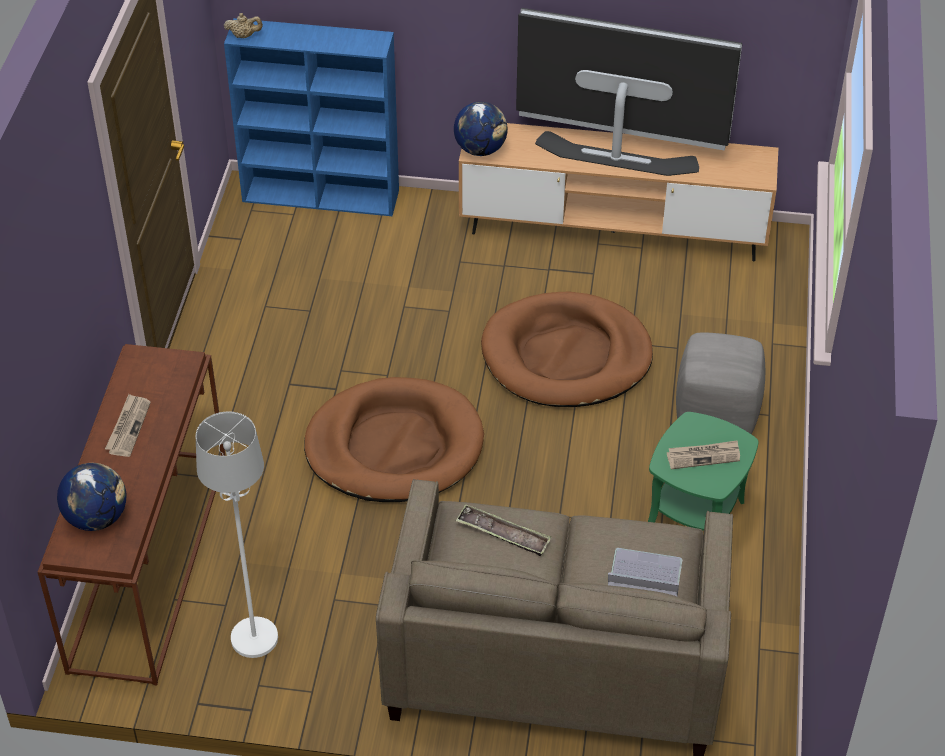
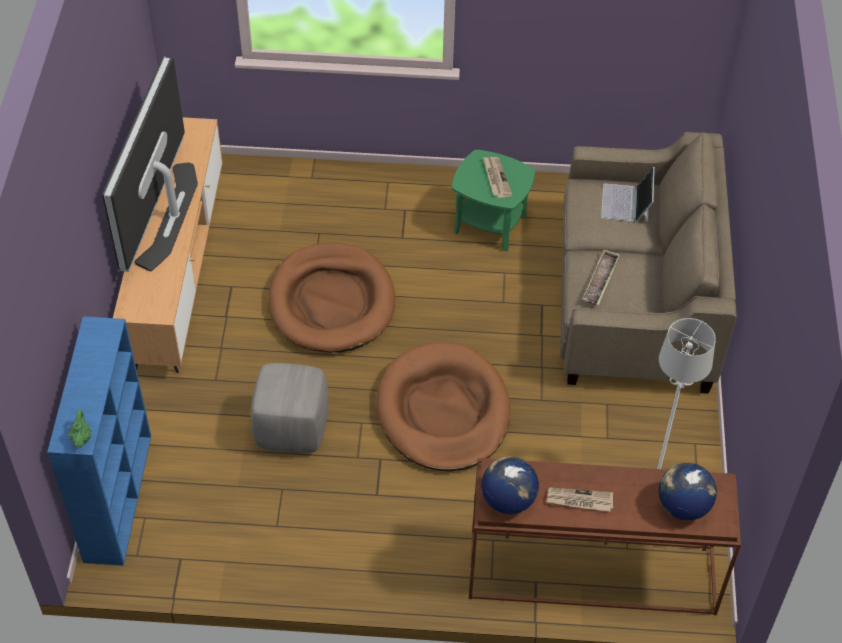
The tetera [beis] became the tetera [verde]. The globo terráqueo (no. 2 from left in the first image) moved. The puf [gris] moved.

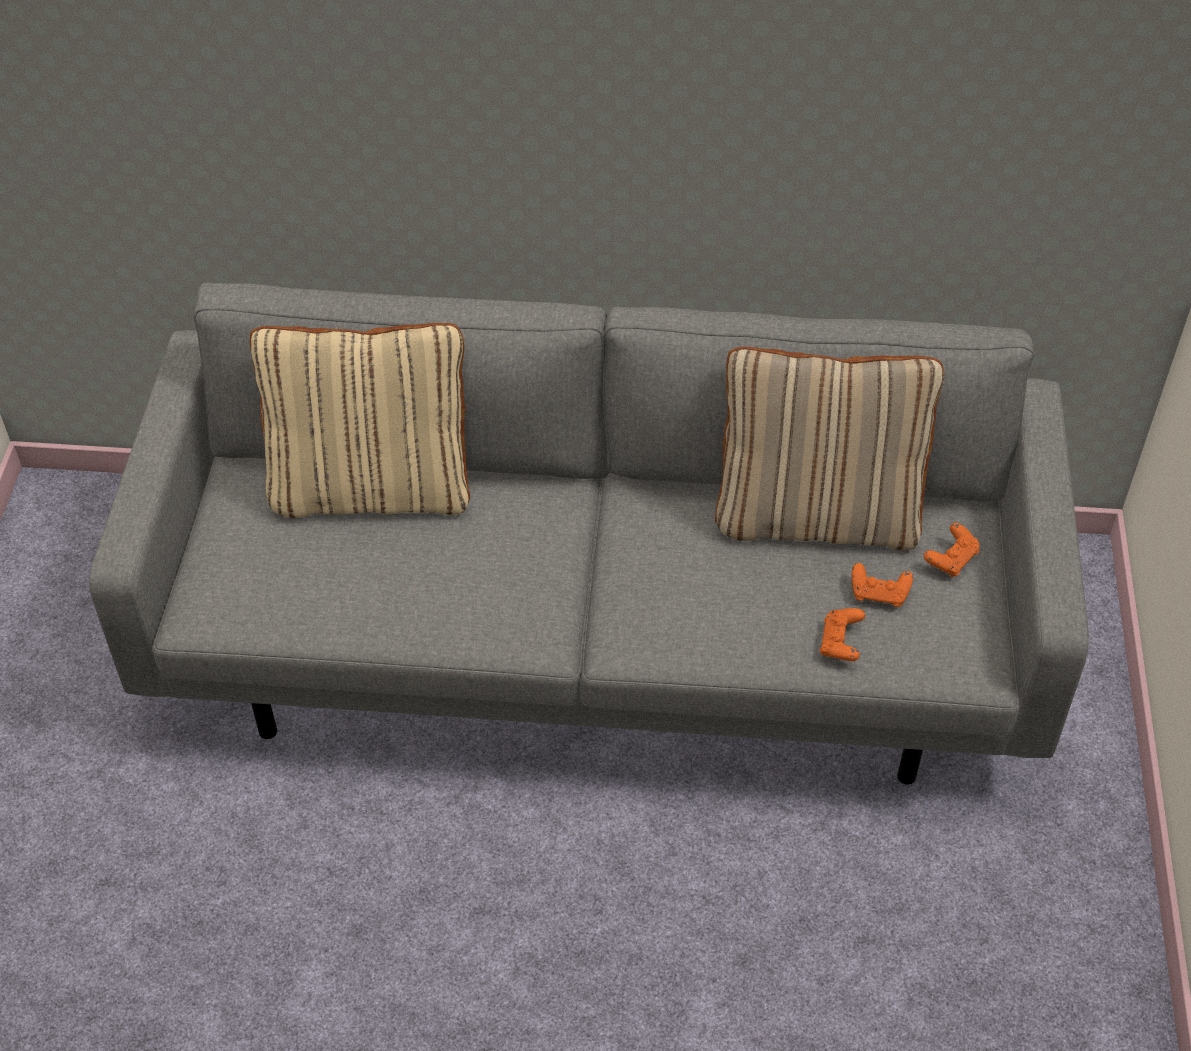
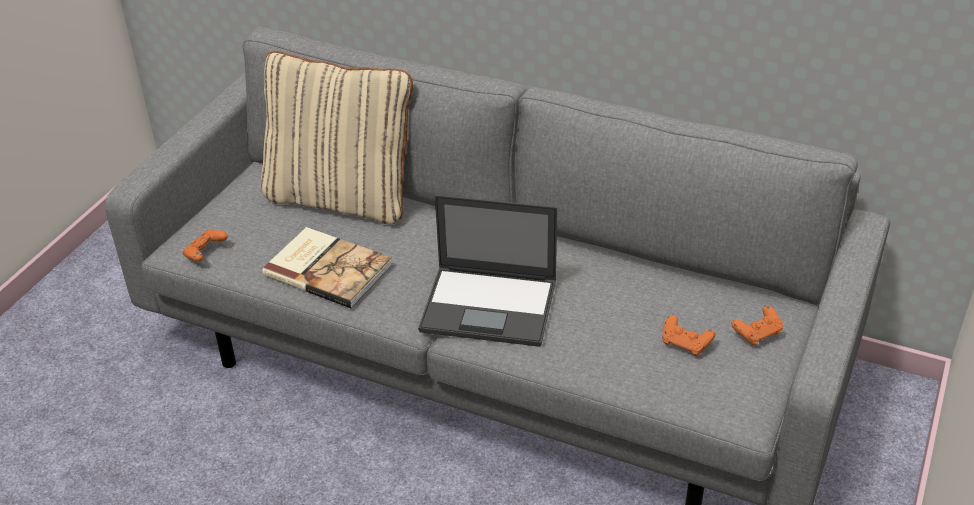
The cojín [beis] (no. 2 from left) disappeared. The mando de consola [naranja] (no. 1 from left) moved. The libro appeared. The portátil appeared.

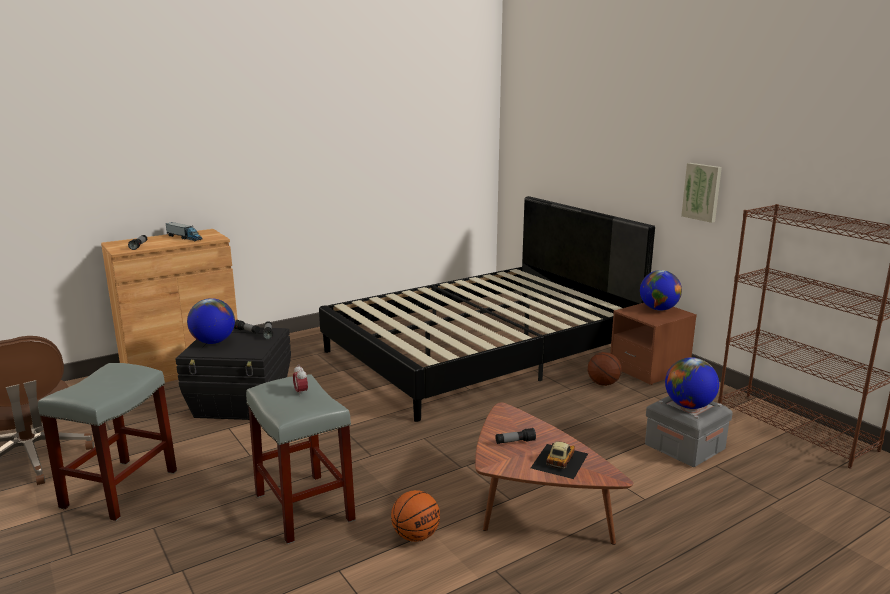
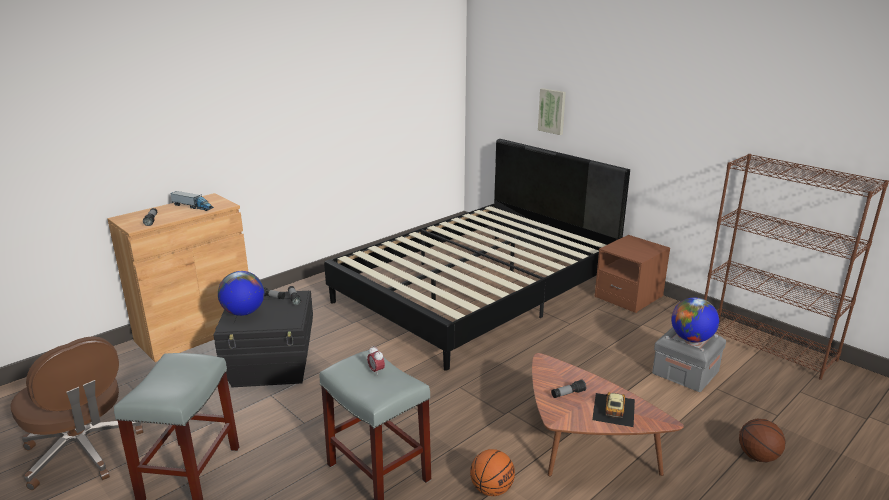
The balón de baloncesto (no. 2 from left) moved. The globo terráqueo (no. 2 from left) disappeared. The cuadro moved.

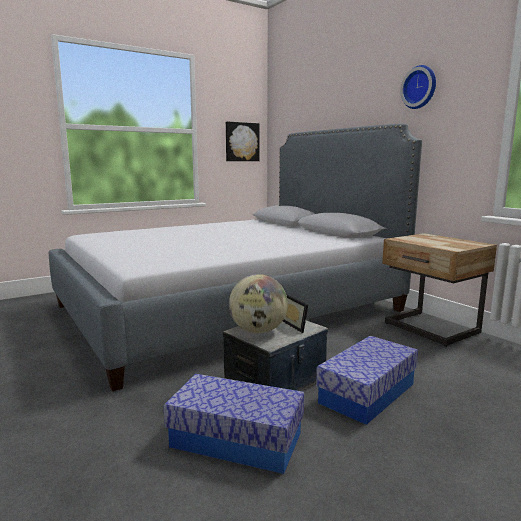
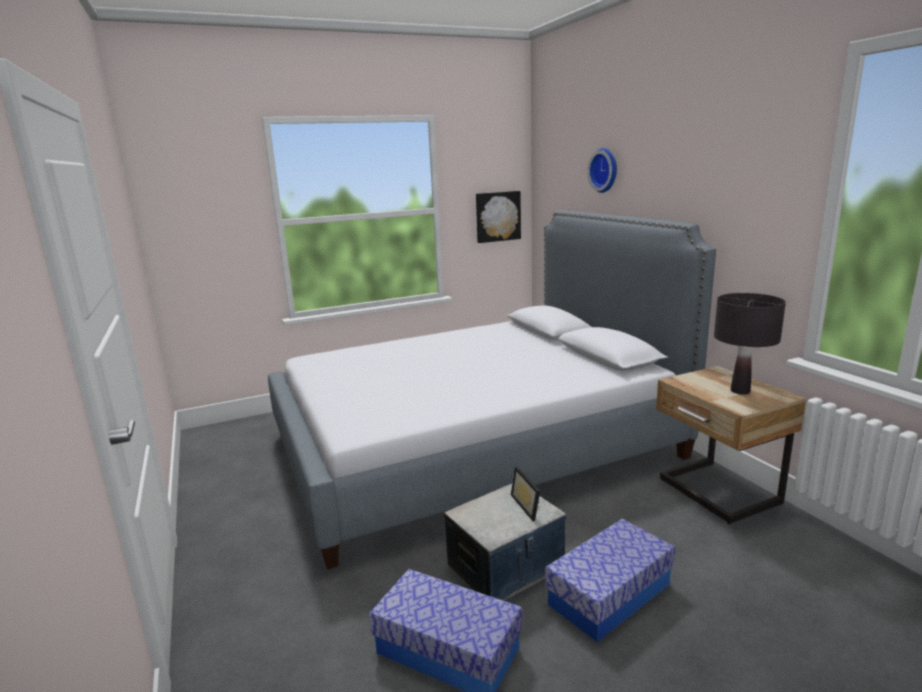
The globo terráqueo disappeared. The reloj de pared moved. The lámpara de mesa [negro] appeared.

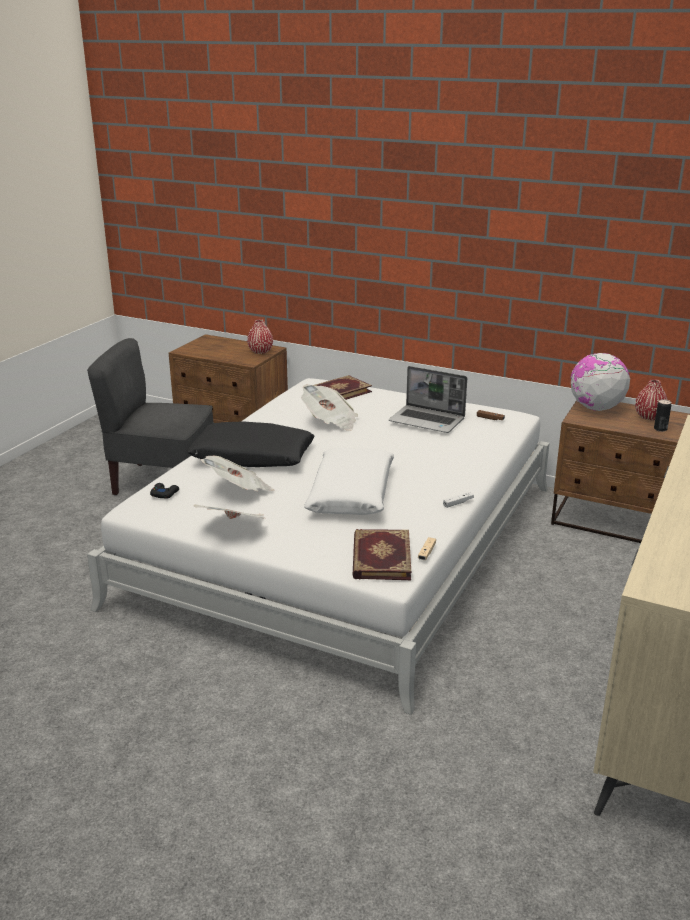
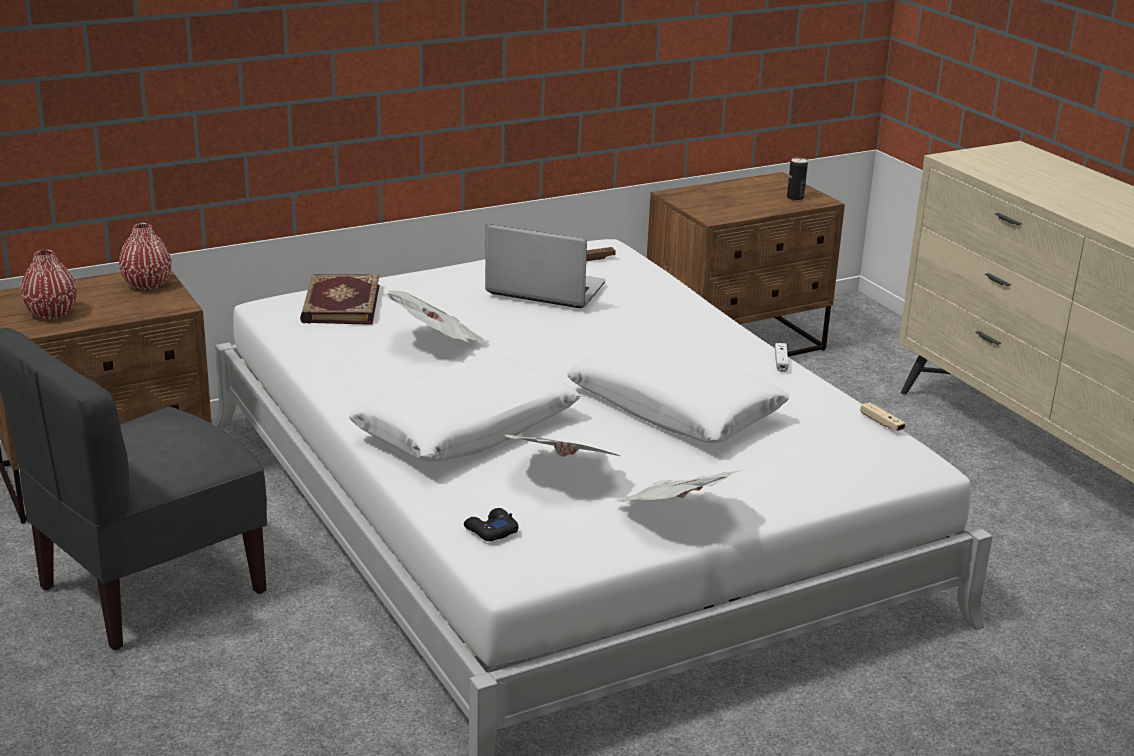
The cojín [negro] became the cojín [blanco] (no. 1 from left). The libro (no. 2 from left) disappeared. The portátil turned 135 degrees counterclockwise. The globo terráqueo disappeared. The florero [rojo] (no. 2 from left in the first image) moved.

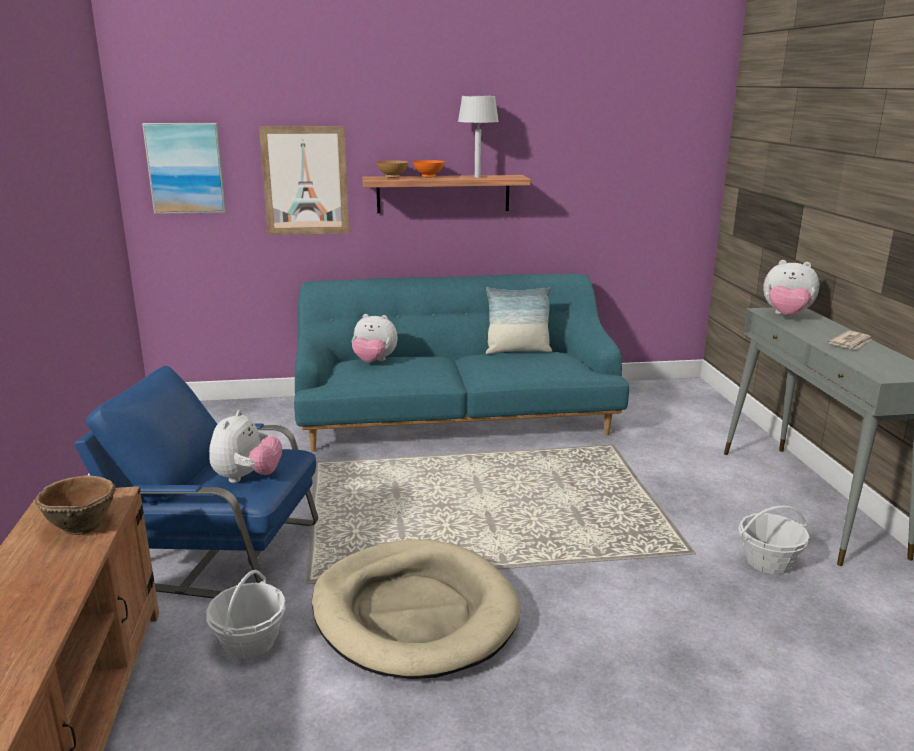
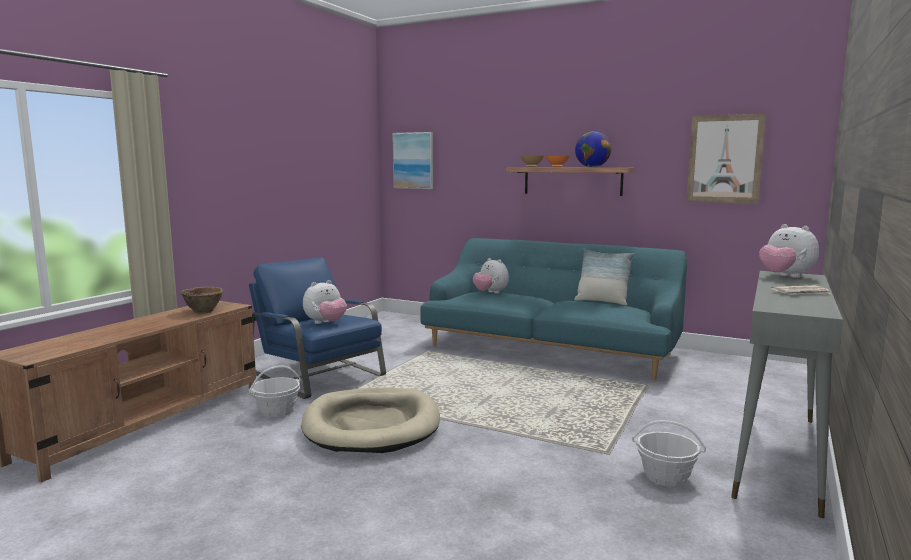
The cuadro (no. 2 from left) moved. The lámpara de mesa [gris] was replaced by the globo terráqueo.

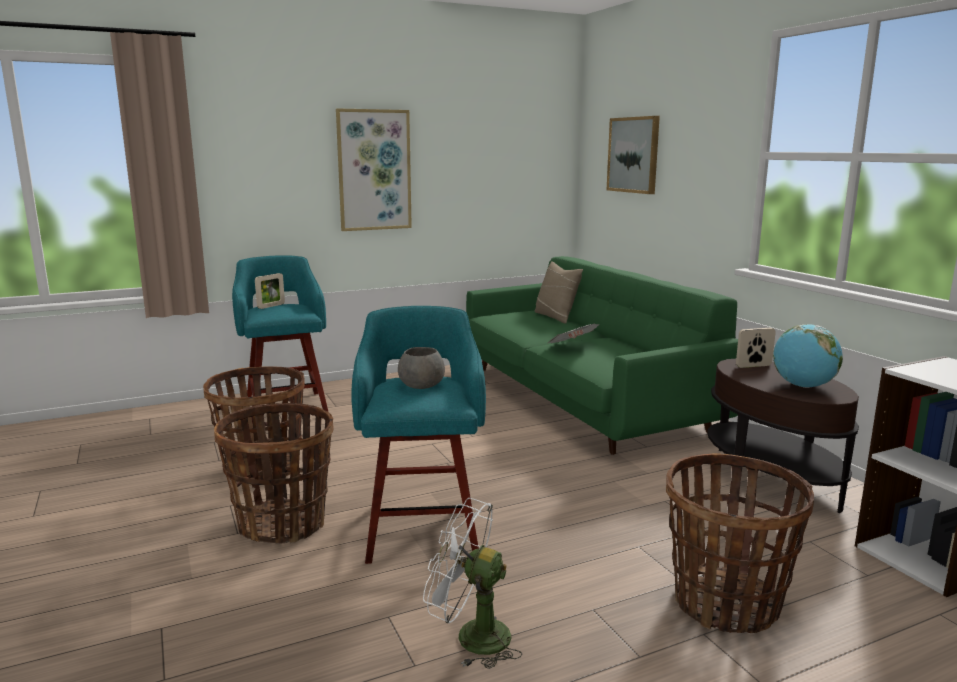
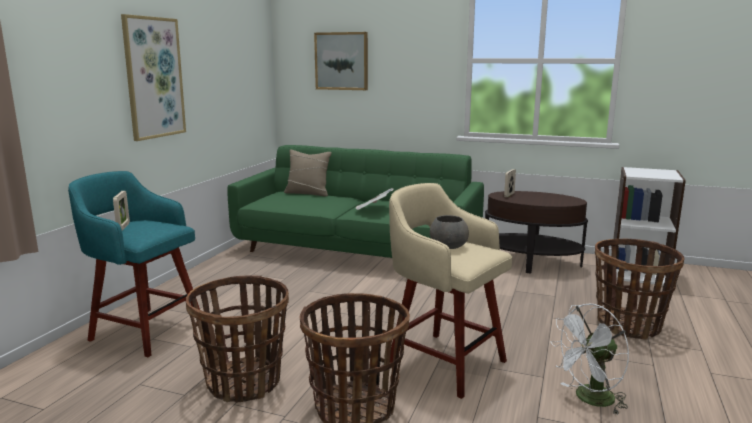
The taburete [turquesa] (no. 2 from left) became the taburete [beis]. The globo terráqueo disappeared.

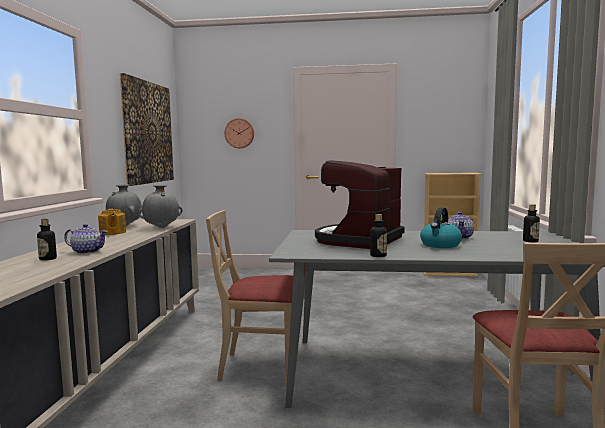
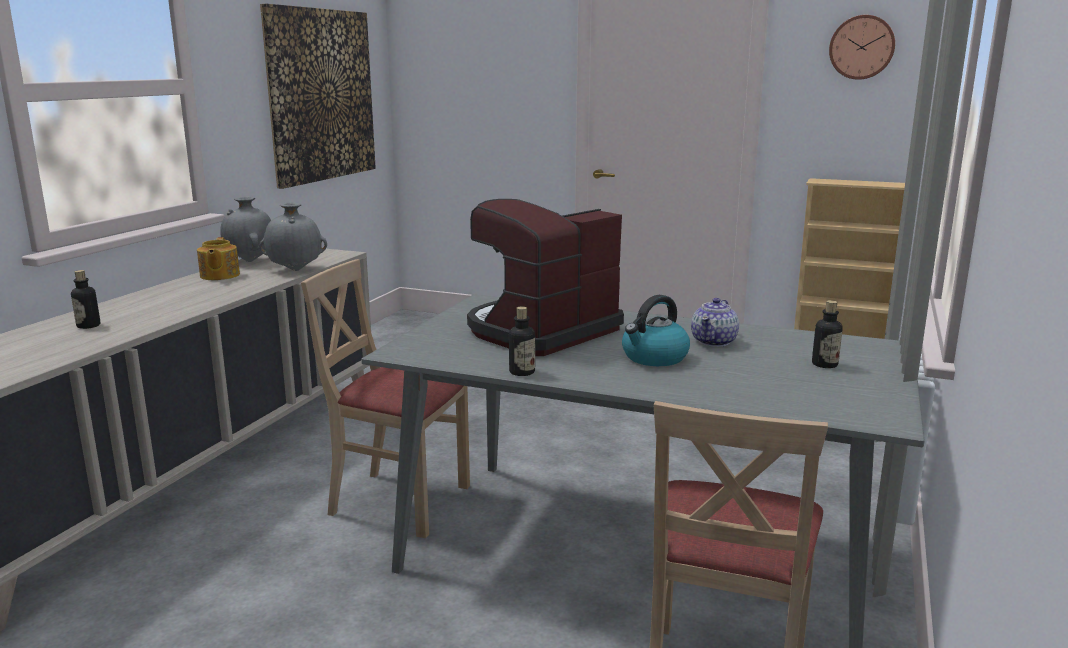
The tetera (no. 1 from left) disappeared. The reloj de pared moved.

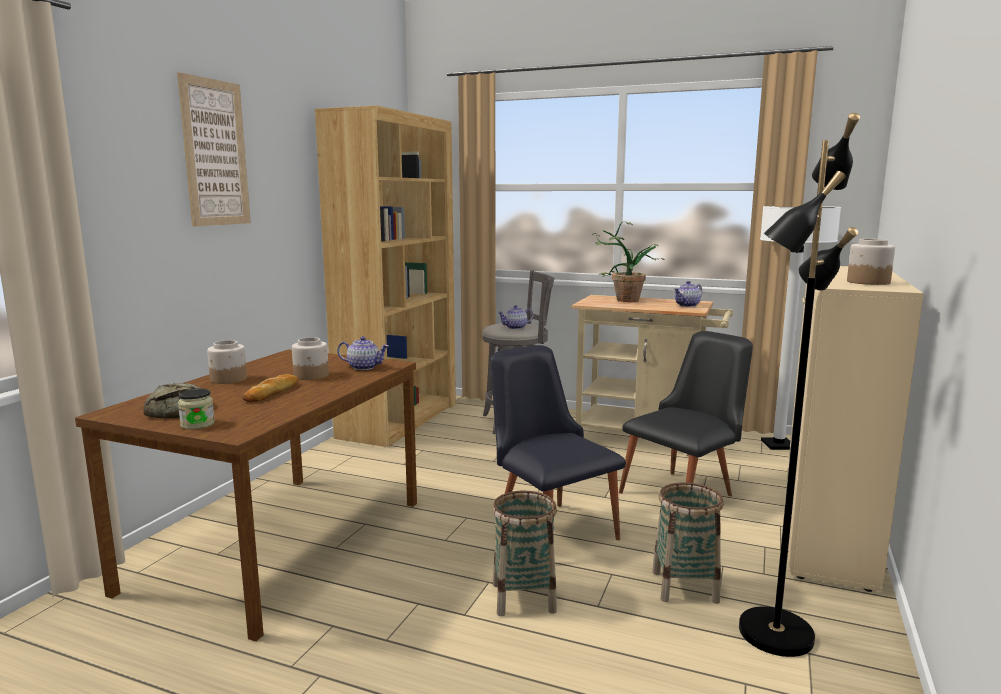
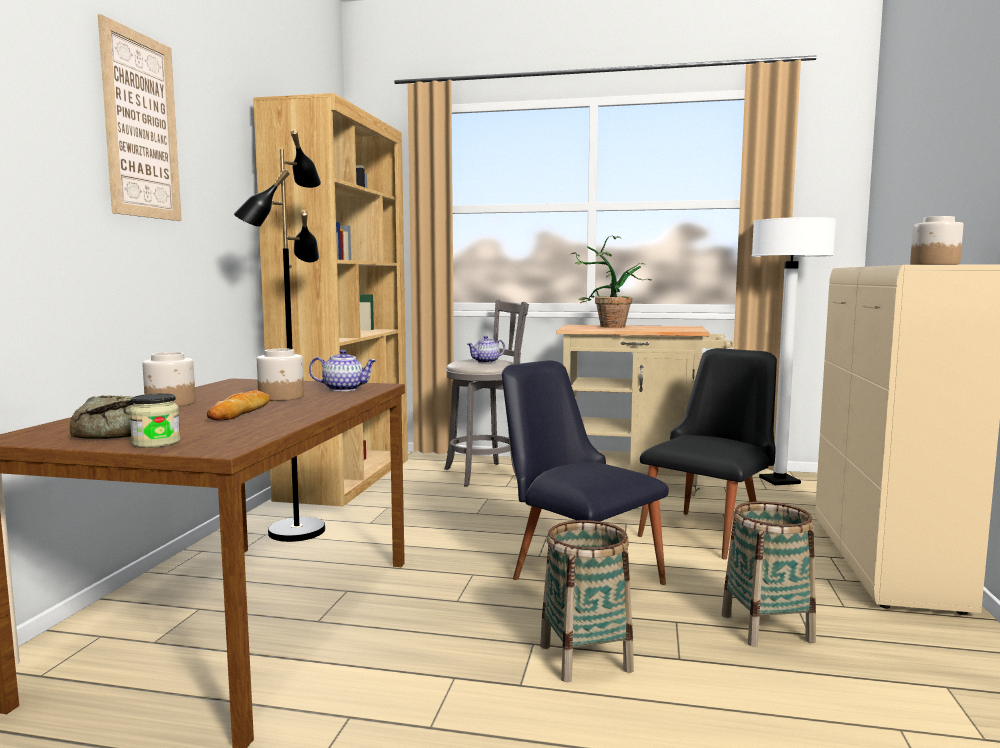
The tetera (no. 3 from left) disappeared. The lámpara de pie [negro] moved.

